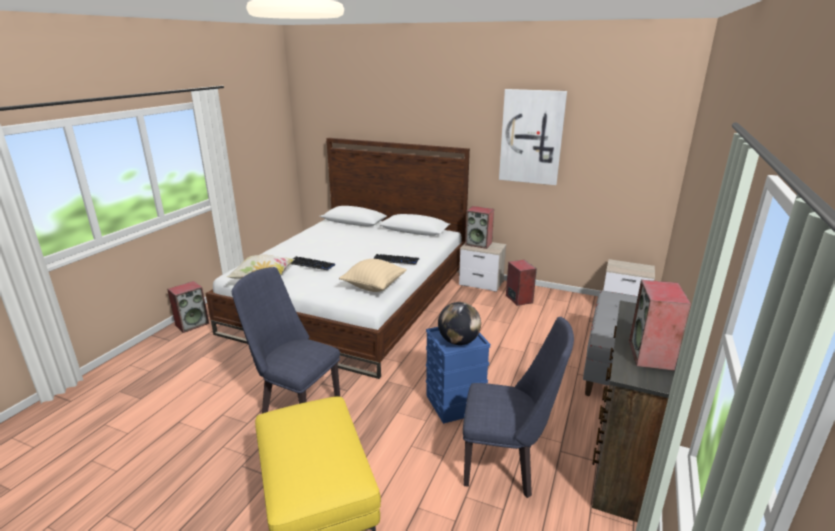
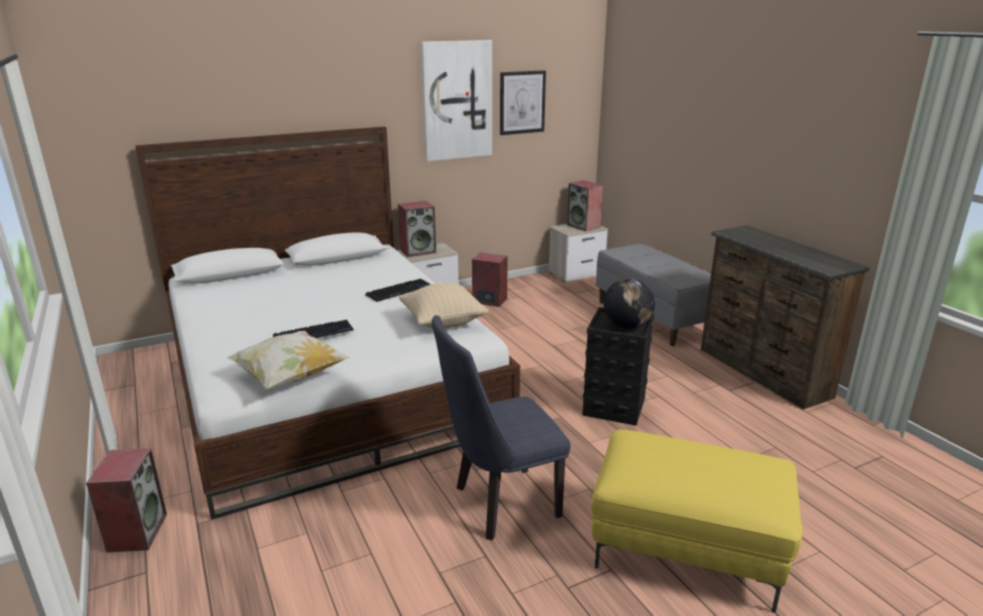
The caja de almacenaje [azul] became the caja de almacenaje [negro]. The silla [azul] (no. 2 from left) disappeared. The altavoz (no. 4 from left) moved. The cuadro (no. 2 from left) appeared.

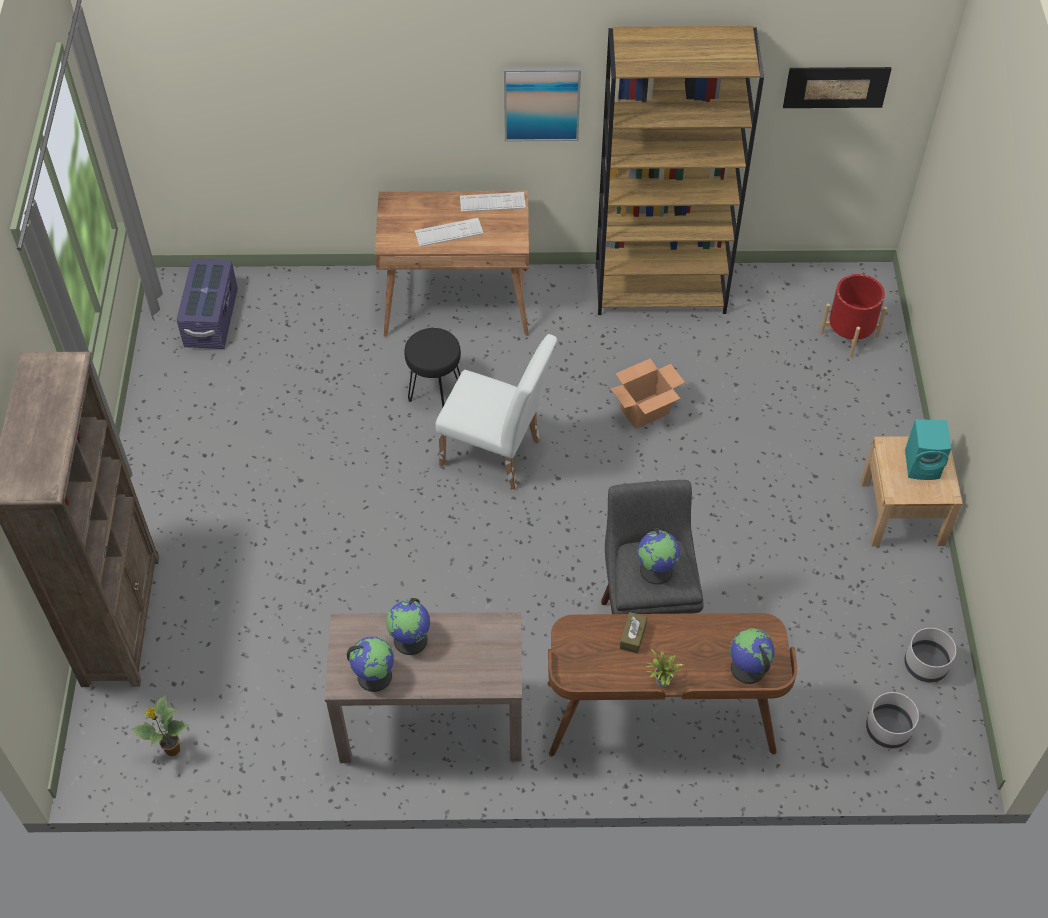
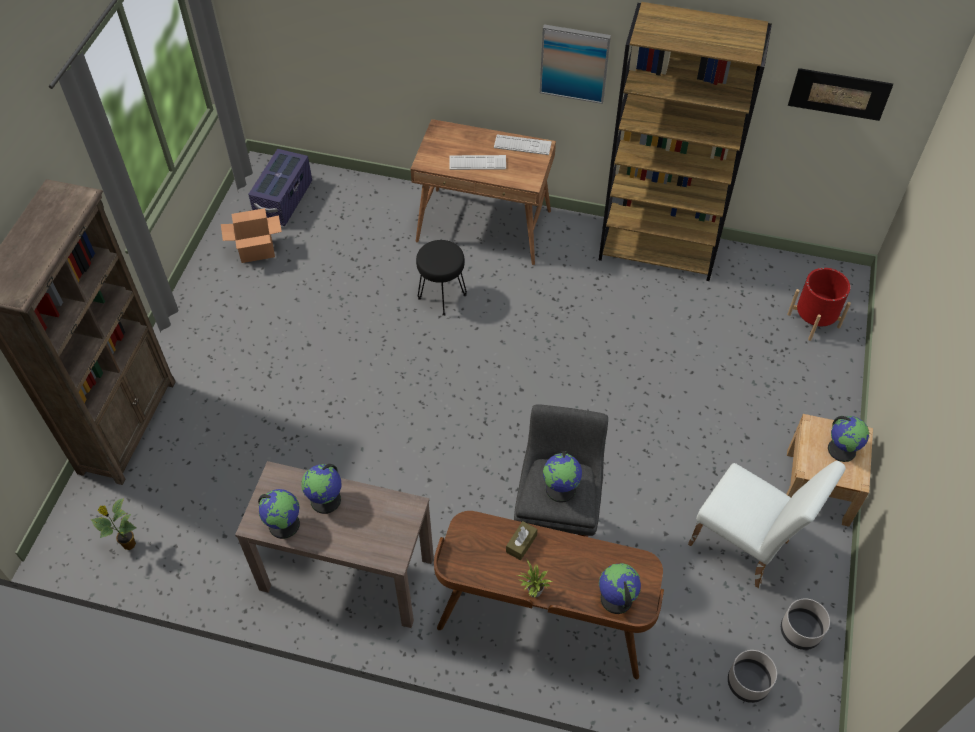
The silla [blanco] moved. The caja de cartón moved. The altavoz [turquesa] was replaced by the globo terráqueo (no. 5 from left).

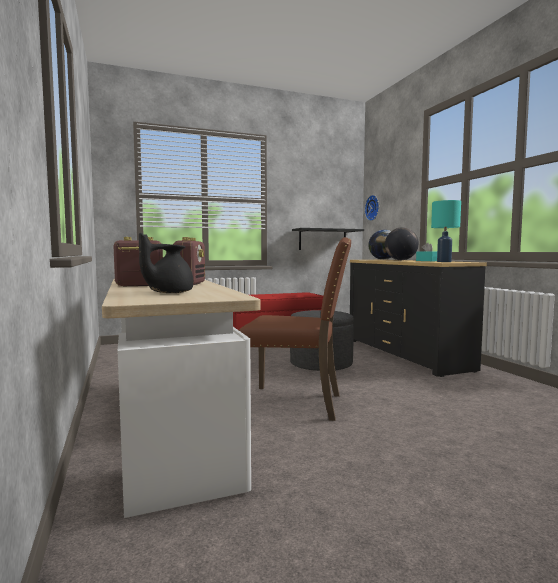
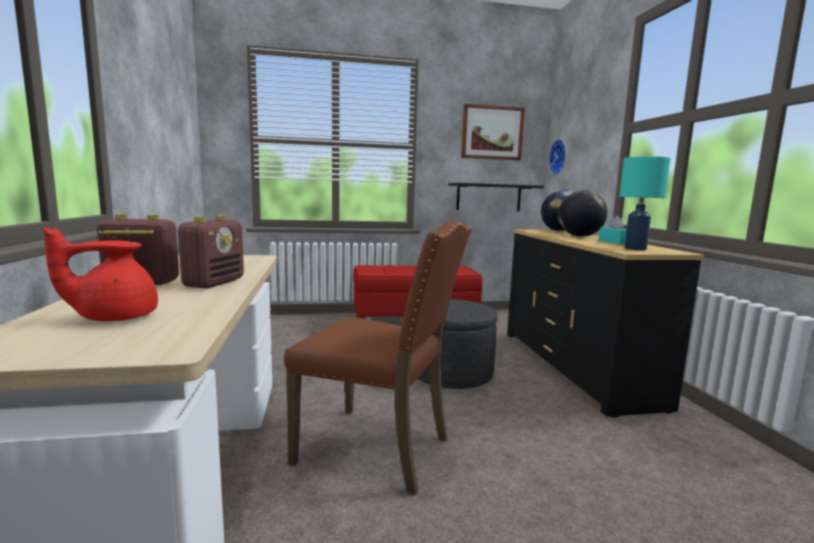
The tetera [negro] became the tetera [rojo]. The cuadro appeared.

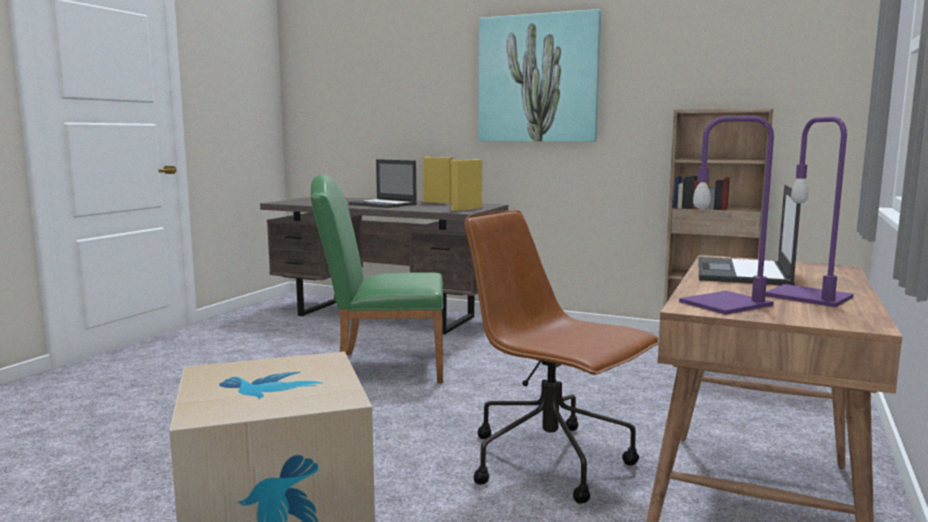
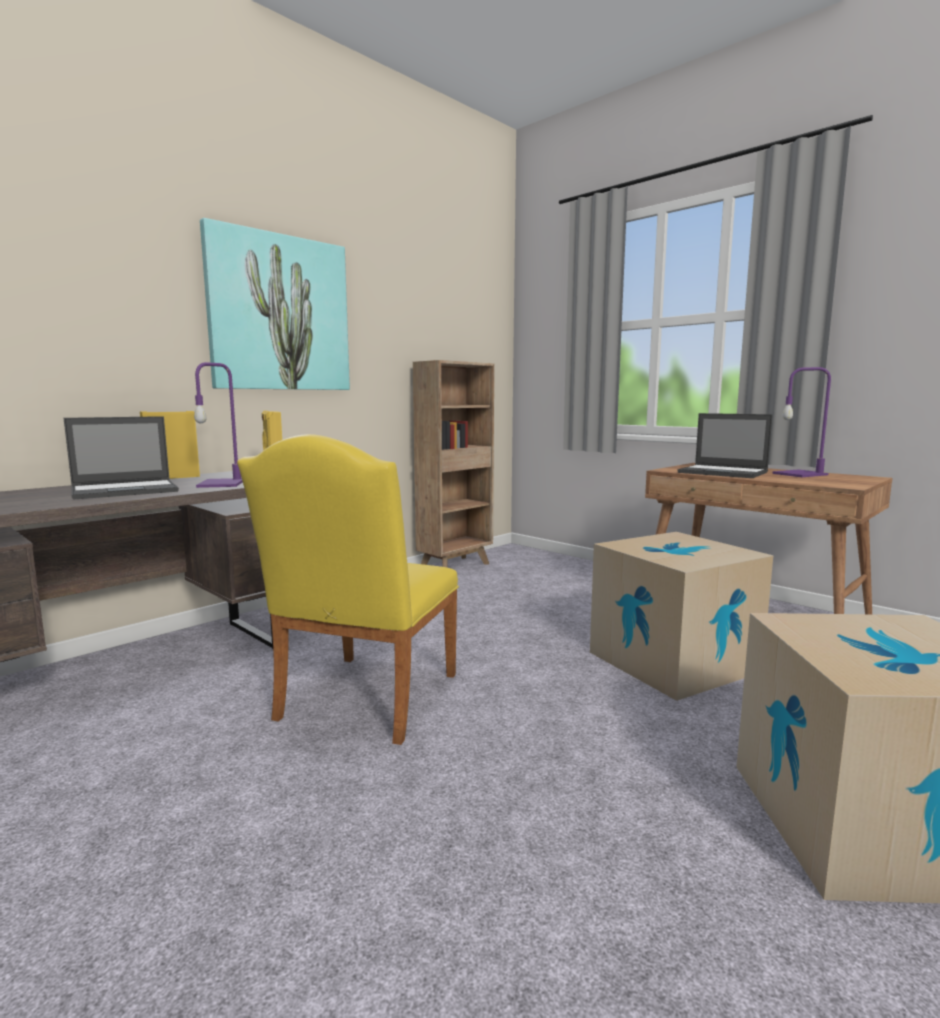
The silla [verde] became the silla [amarillo]. The silla de oficina [marrón] was replaced by the caja de cartón (no. 1 from left). The lámpara de mesa [morado] (no. 1 from left) moved.

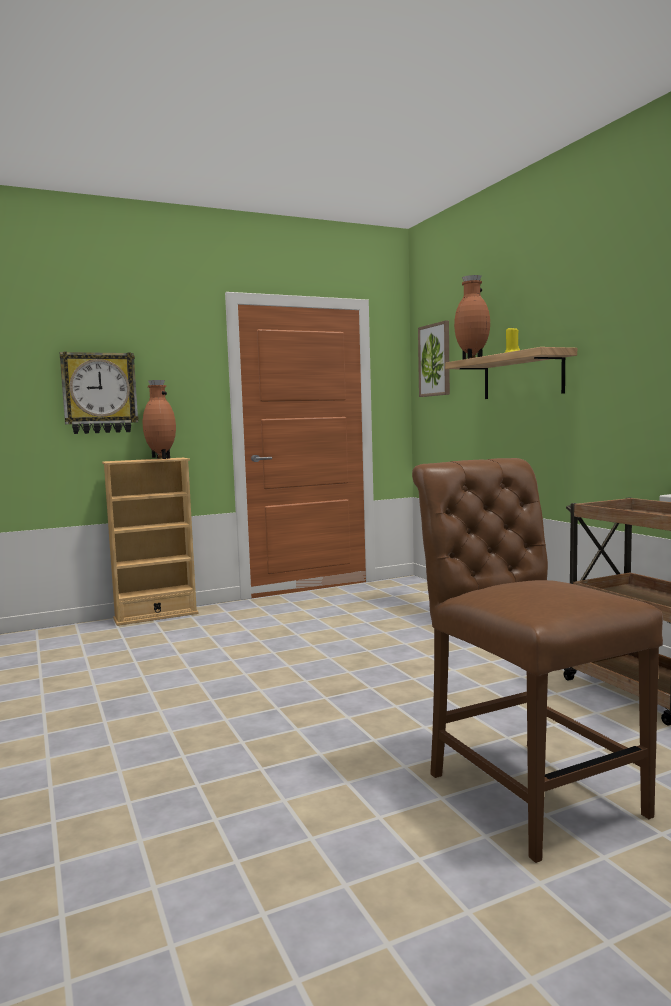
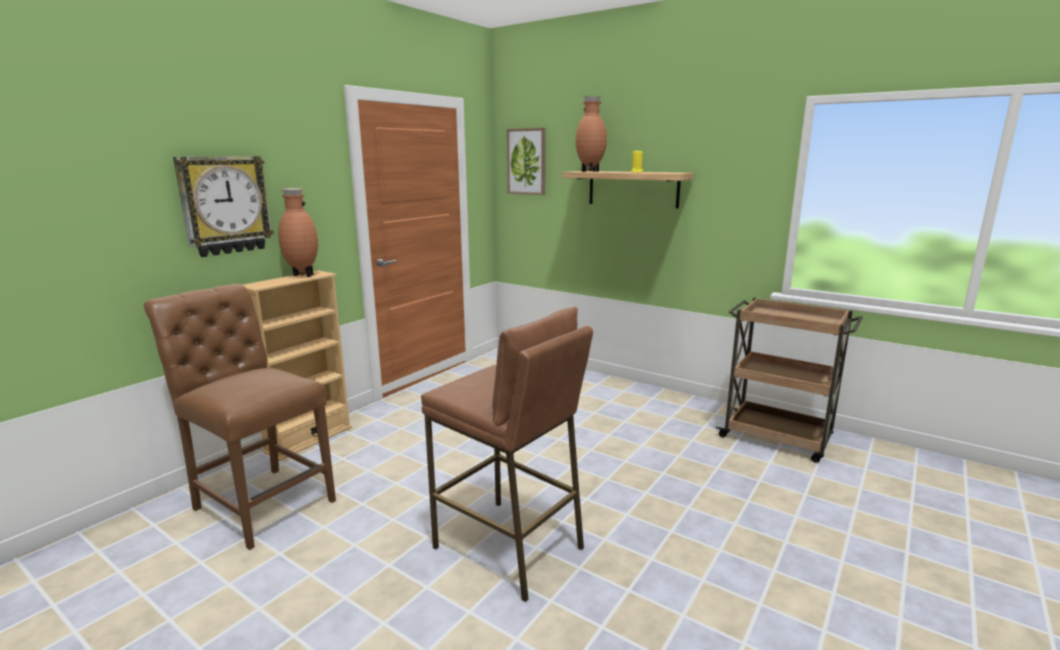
The silla [marrón] moved. The taburete [marrón] appeared.

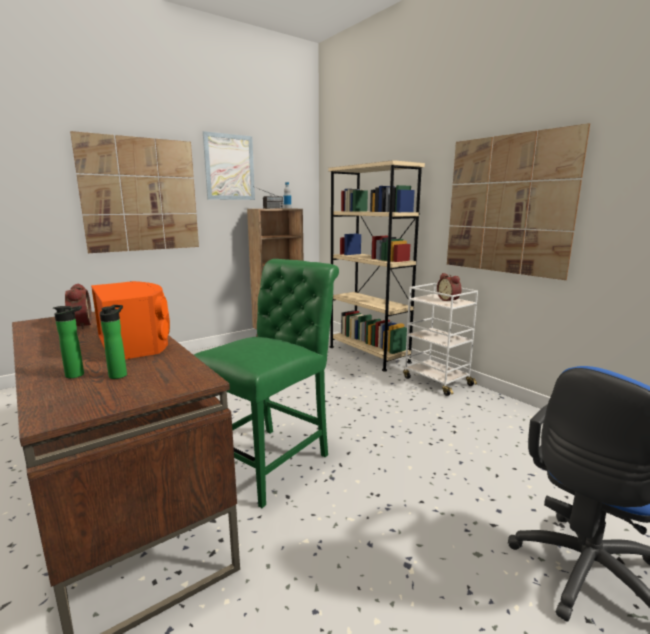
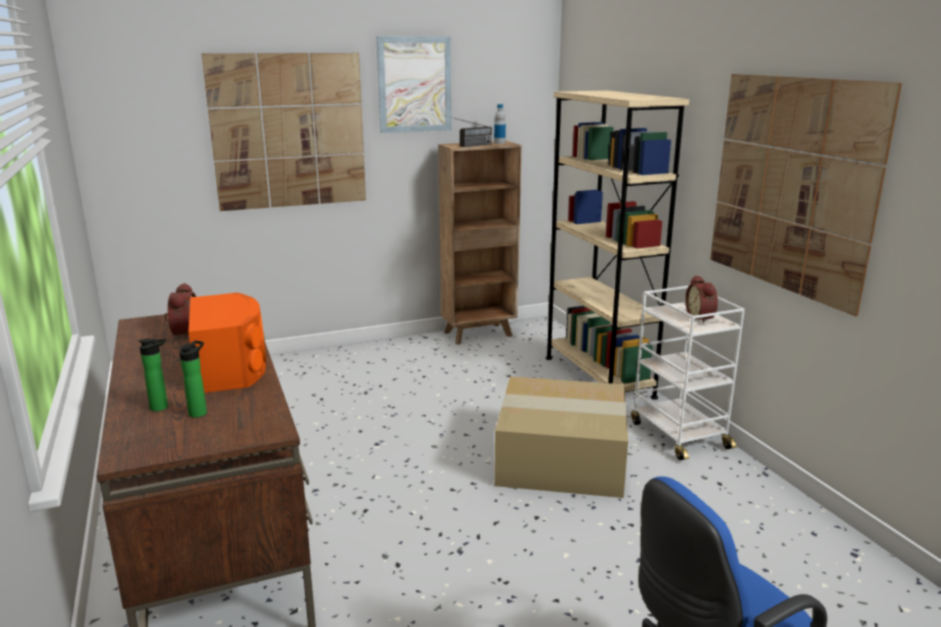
The silla [verde] disappeared. The caja de cartón appeared.

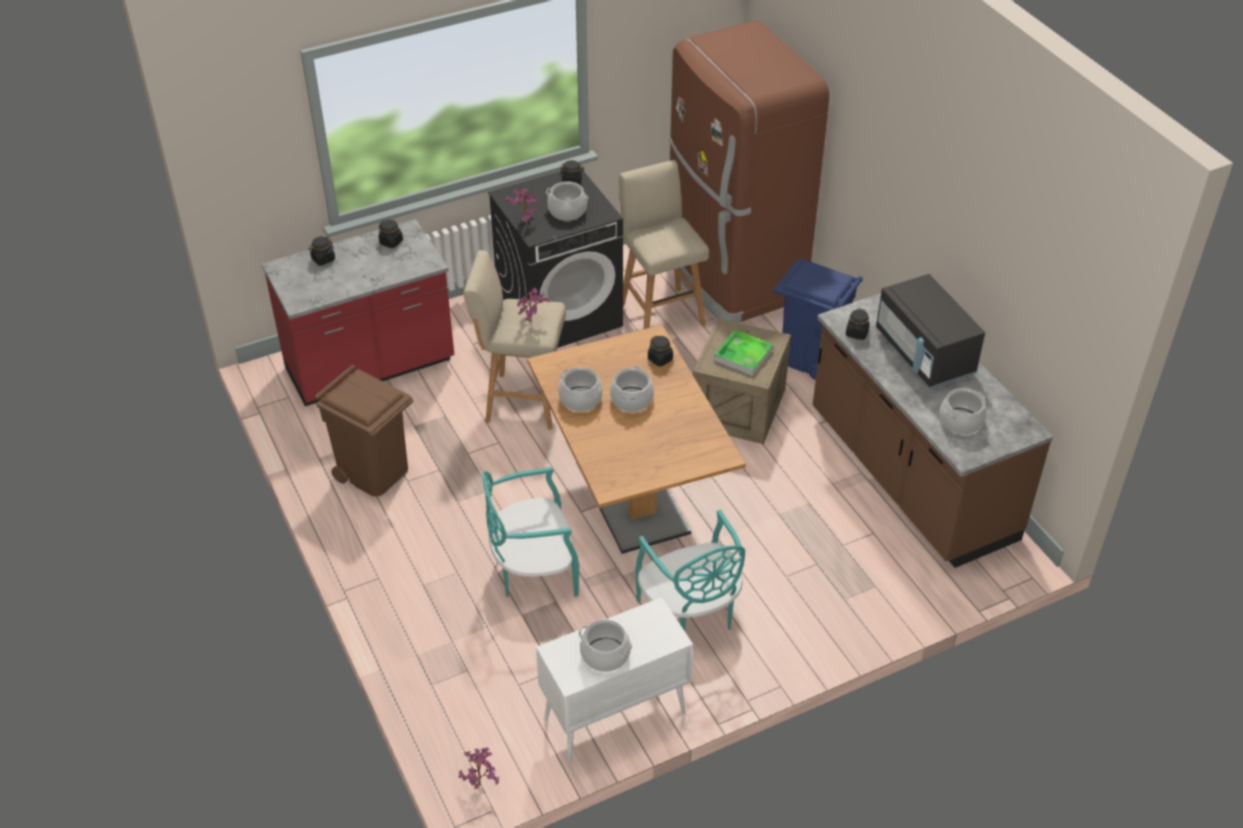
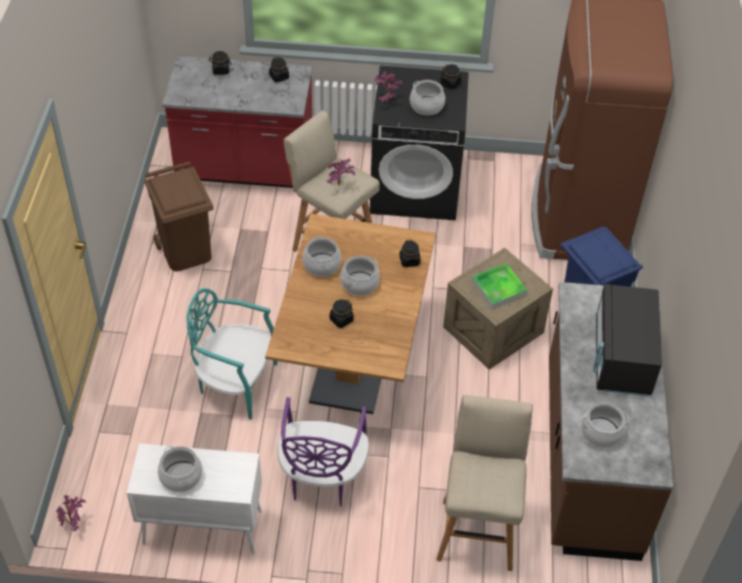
The taburete [beis] (no. 2 from left) moved. The silla [turquesa] (no. 2 from left) became the silla [morado]. The tarro [negro] (no. 5 from left in the first image) moved.

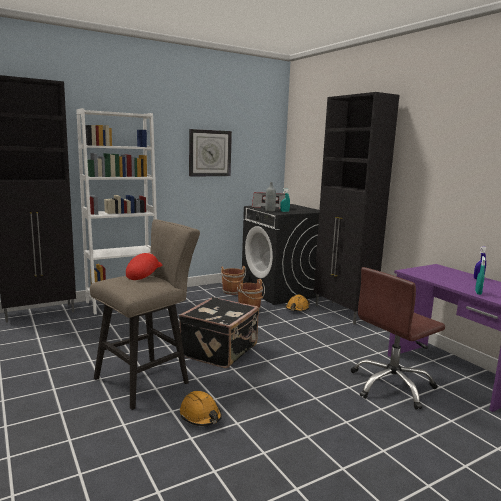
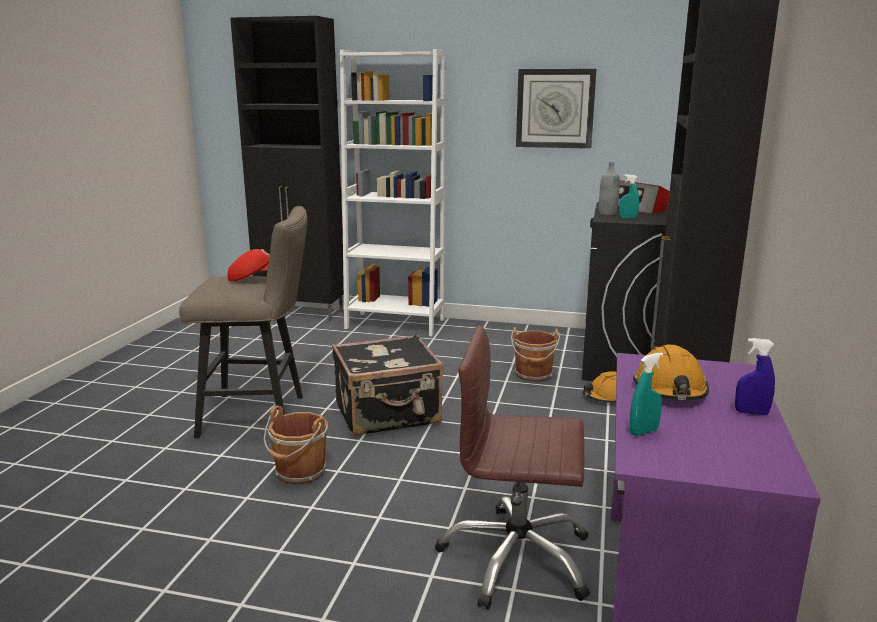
The casco [naranja] (no. 1 from left in the first image) moved. The cubo [marrón] (no. 1 from left) moved.

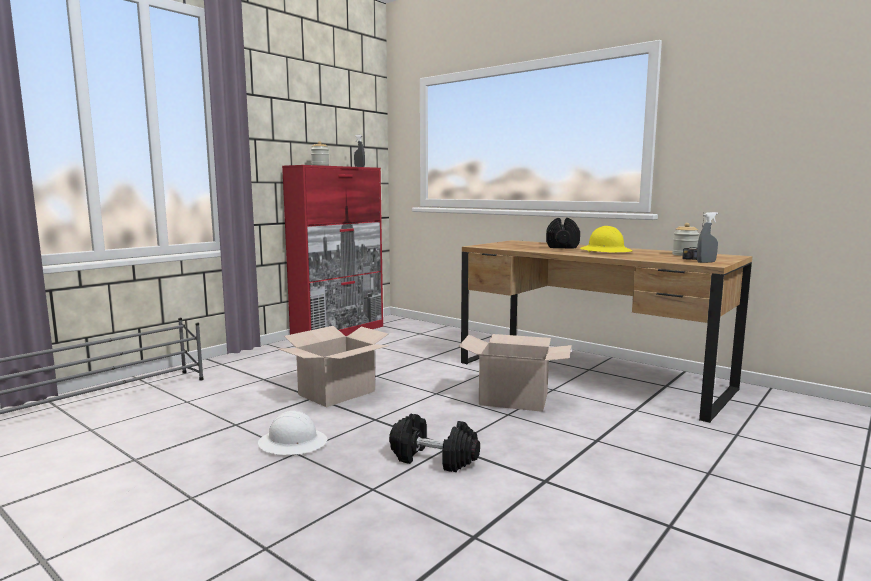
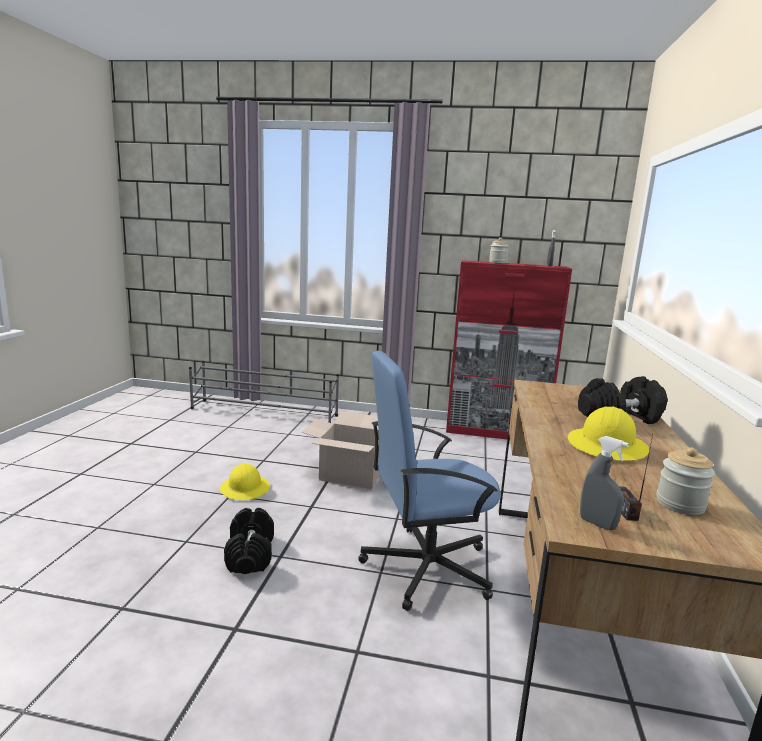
The casco [blanco] became the casco [amarillo] (no. 1 from left). The caja de cartón (no. 2 from left) was replaced by the silla de oficina [azul].

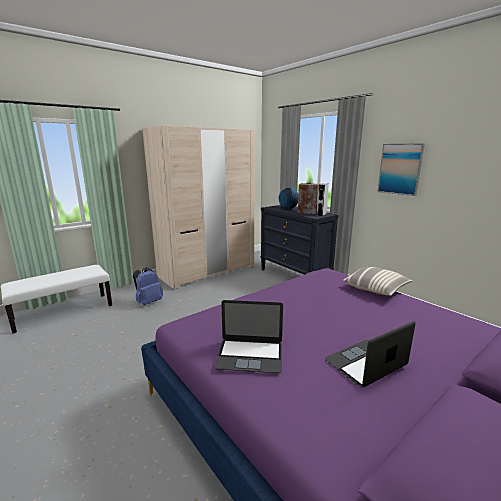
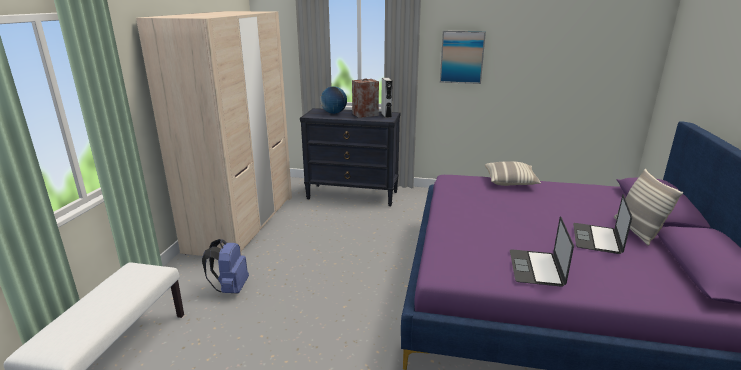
The portátil (no. 1 from left) turned 135 degrees clockwise. The cojín (no. 2 from left) appeared.

